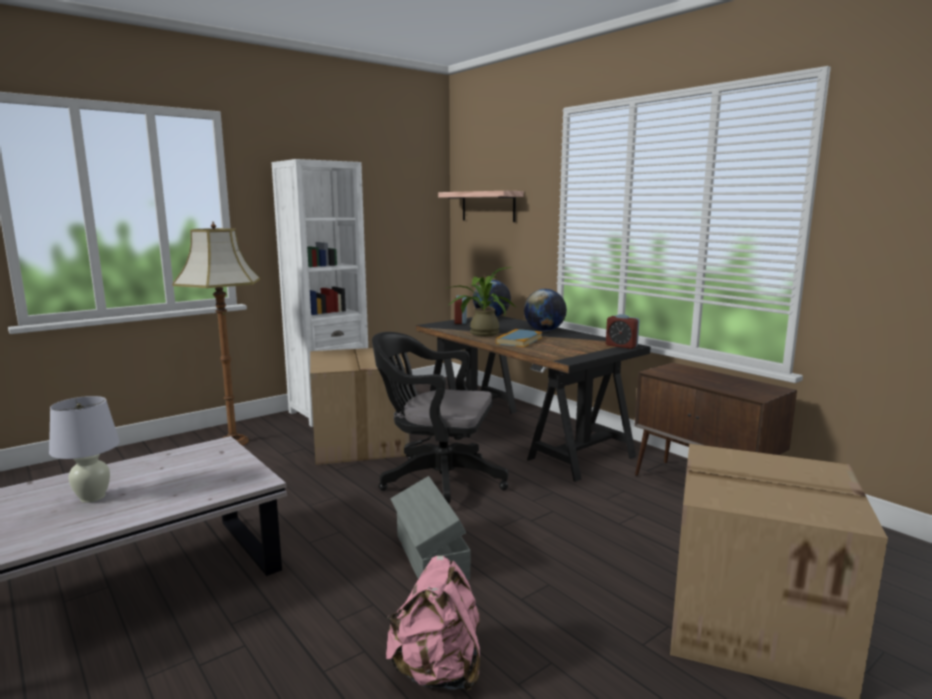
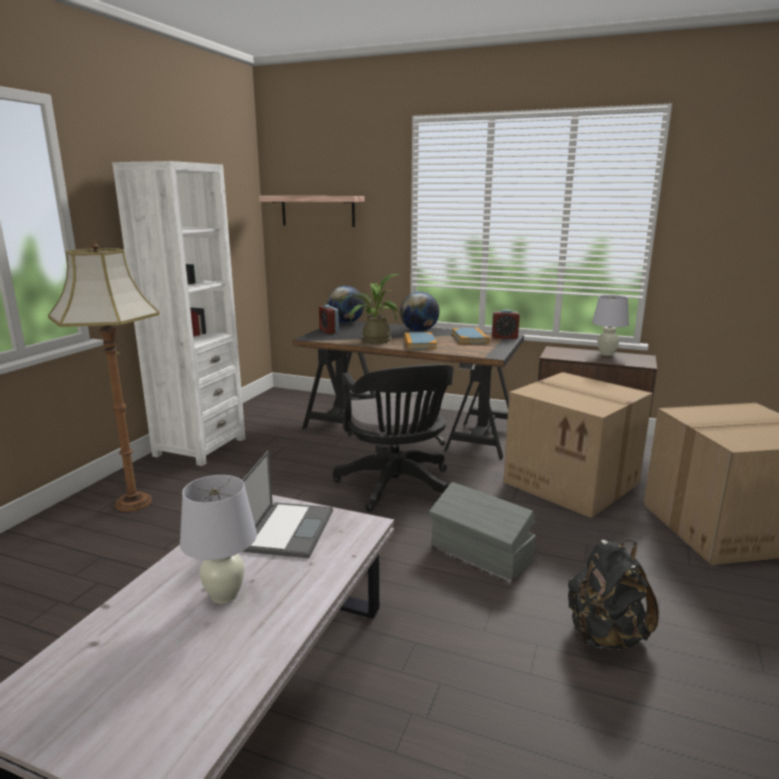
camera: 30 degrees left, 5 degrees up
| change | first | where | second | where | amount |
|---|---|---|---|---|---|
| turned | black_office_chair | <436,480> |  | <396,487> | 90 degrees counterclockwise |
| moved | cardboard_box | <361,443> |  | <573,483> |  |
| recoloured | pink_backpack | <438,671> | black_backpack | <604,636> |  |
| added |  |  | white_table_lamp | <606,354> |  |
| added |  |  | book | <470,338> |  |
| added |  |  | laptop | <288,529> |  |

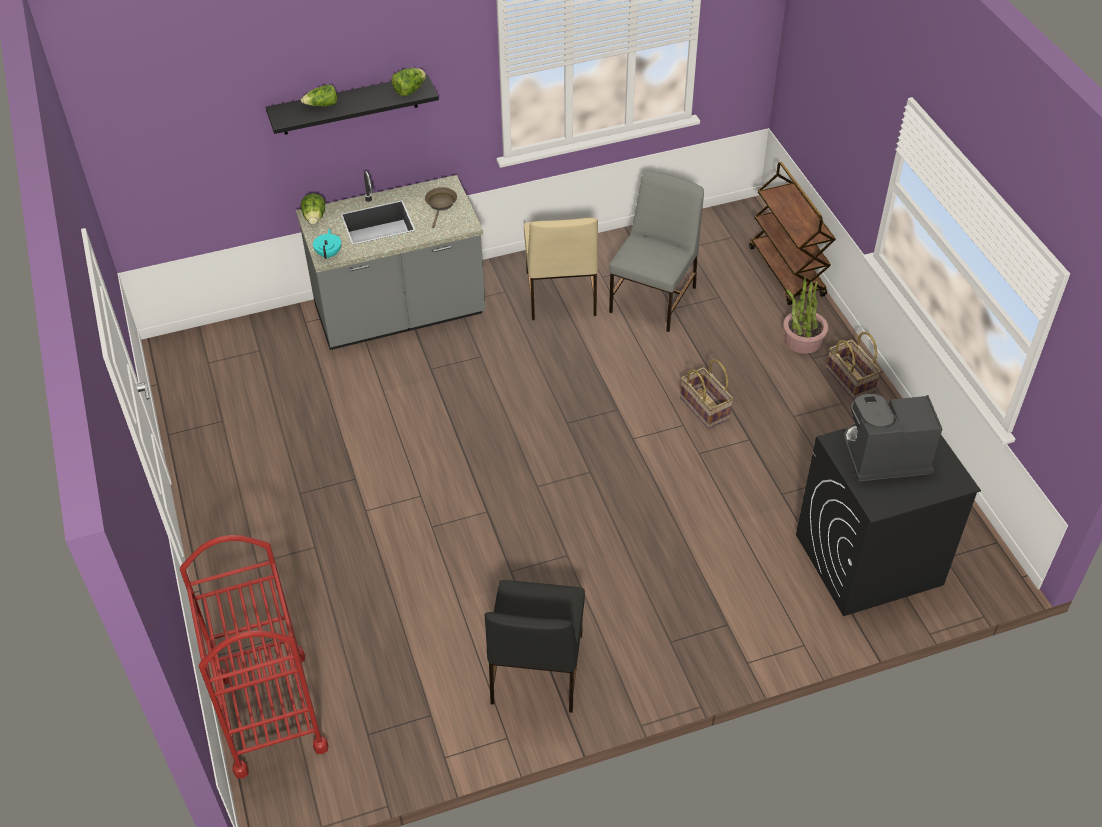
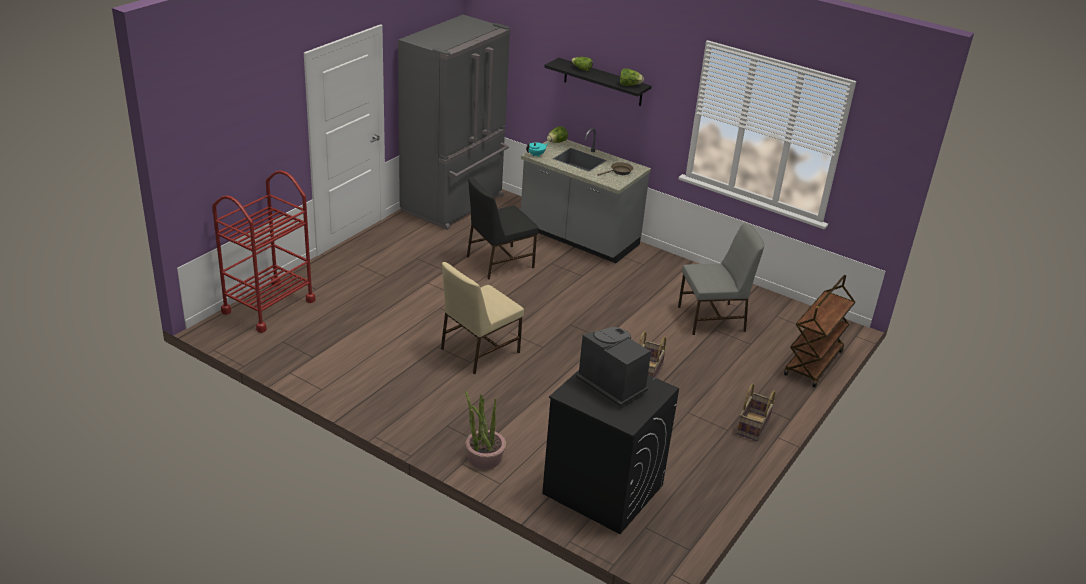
camera: 50 degrees right, 15 degrees down
| change | first | where | second | where | amount |
|---|---|---|---|---|---|
| moved | beige_chair | <560,295> |  | <478,350> |  |
| moved | potted_plant | <802,340> |  | <484,457> |  |
| moved | black_chair | <535,671> |  | <498,262> |  |
| added |  |  | grey_fridge | <454,204> |  |

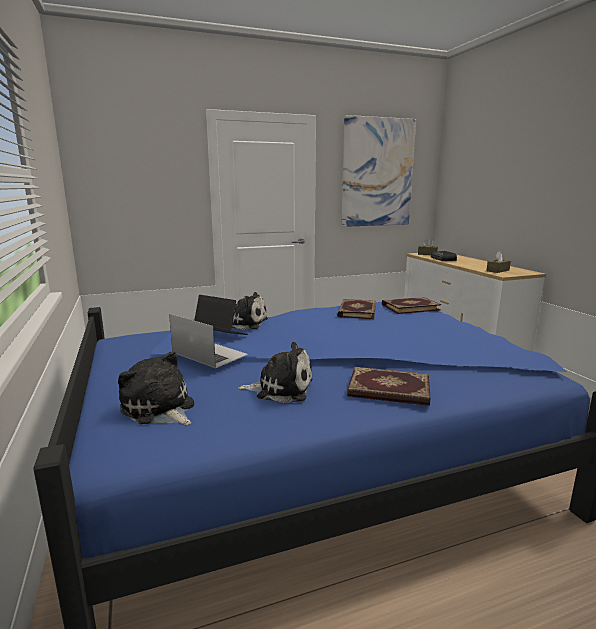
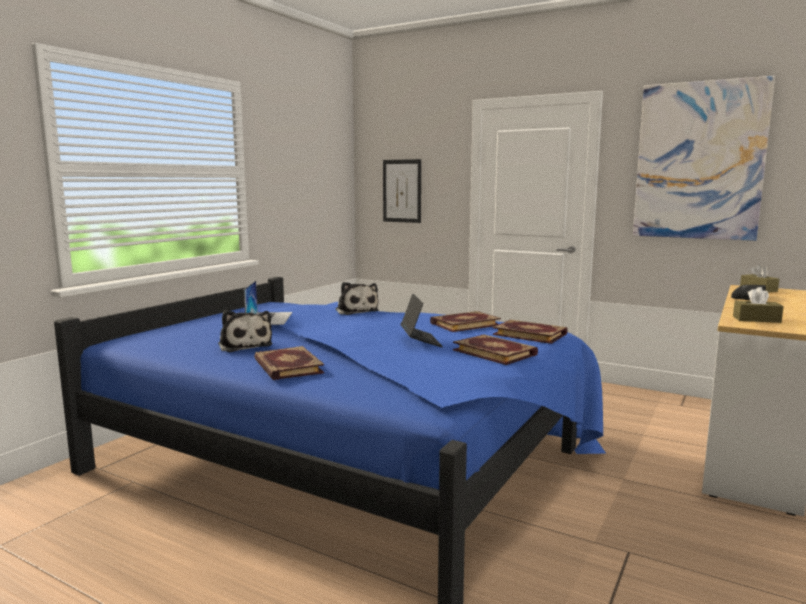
camera: 50 degrees right, 5 degrees down
| change | first | where | second | where | amount |
|---|---|---|---|---|---|
| moved | laptop | <220,335> |  | <420,341> |  |
| removed | plush_toy | <159,409> |  |  |  |
| added |  |  | picture | <402,191> |  |
| added |  |  | book | <495,352> |  |

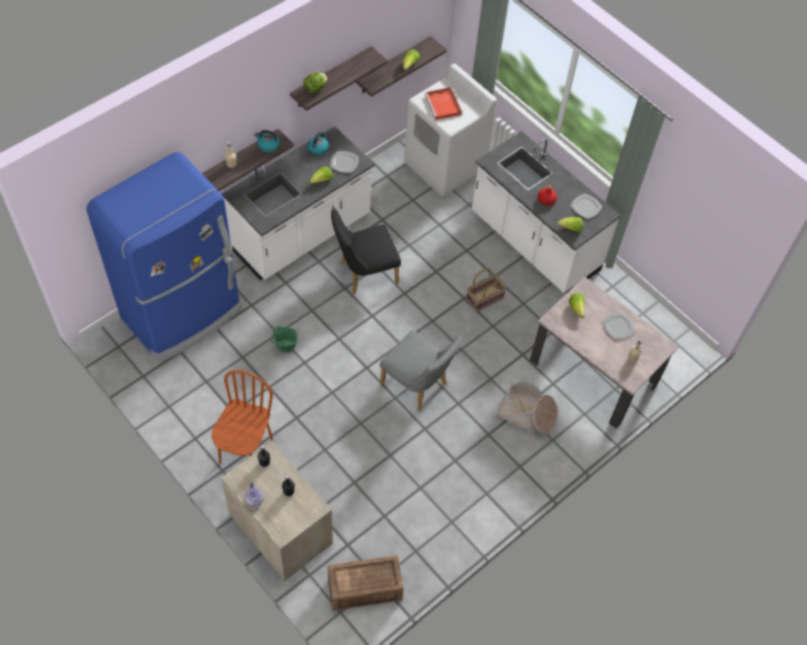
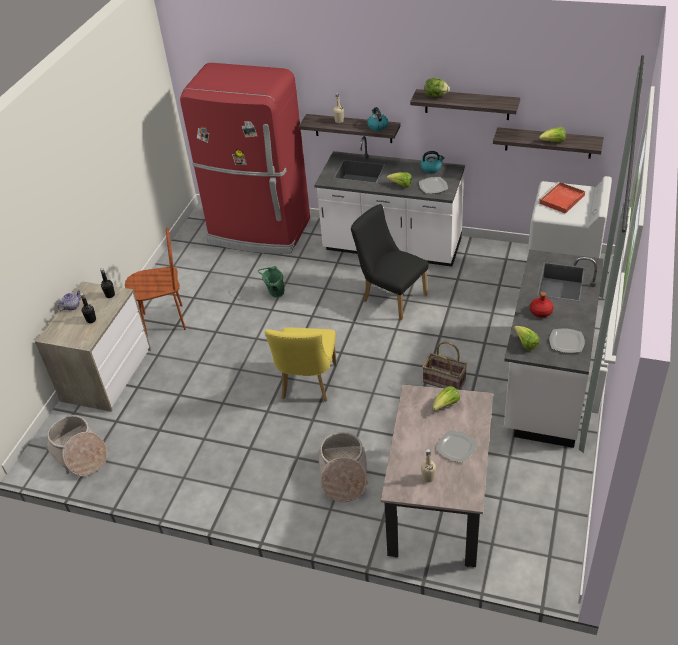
camera: 65 degrees right, 15 degrees down
| change | first | where | second | where | amount |
|---|---|---|---|---|---|
| recoloured | blue_fridge | <183,314> | red_fridge | <259,231> |  |
| recoloured | grey_chair | <417,386> | yellow_chair | <307,385> |  |
| replaced | crate | <366,589> | basket | <79,454> |  |

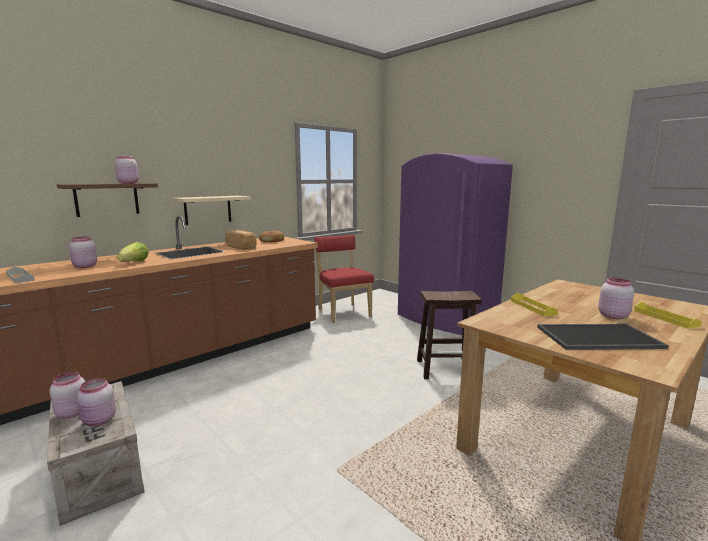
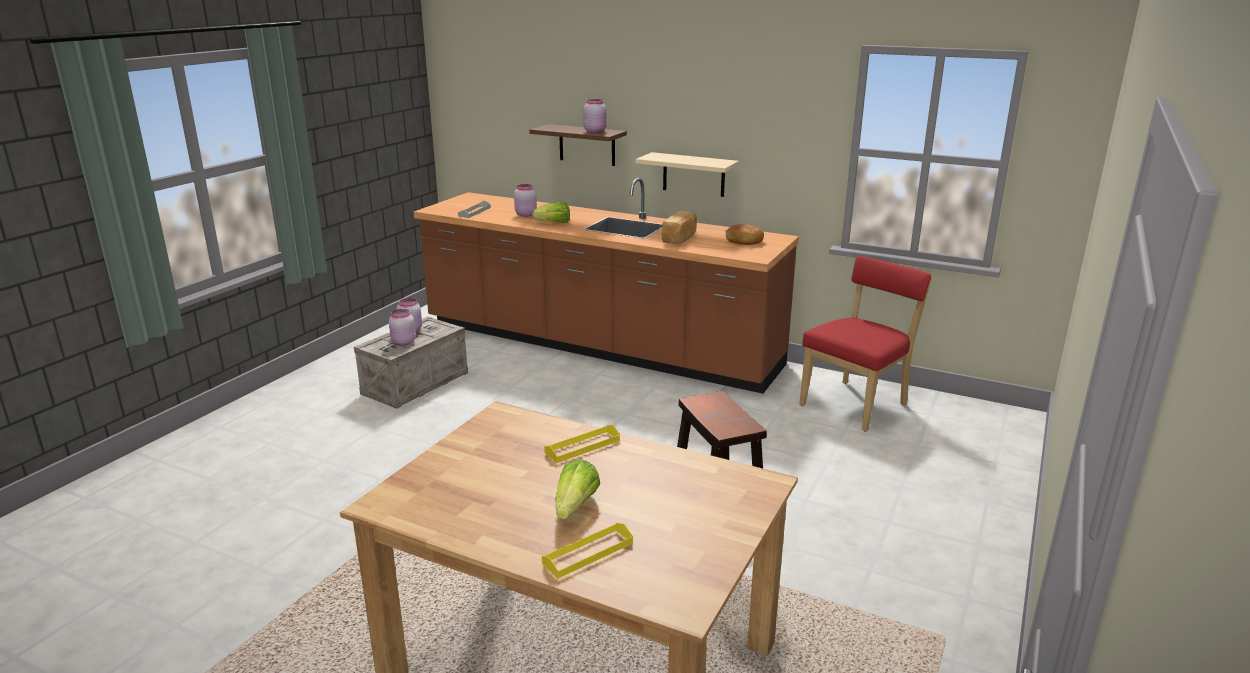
camera: 70 degrees right, 10 degrees up
| change | first | where | second | where | amount |
|---|---|---|---|---|---|
| removed | purple_fridge | <446,319> |  |  |  |
| replaced | pink_jar | <612,316> | lettuce | <575,506> |  |
| removed | tray | <598,338> |  |  |  |

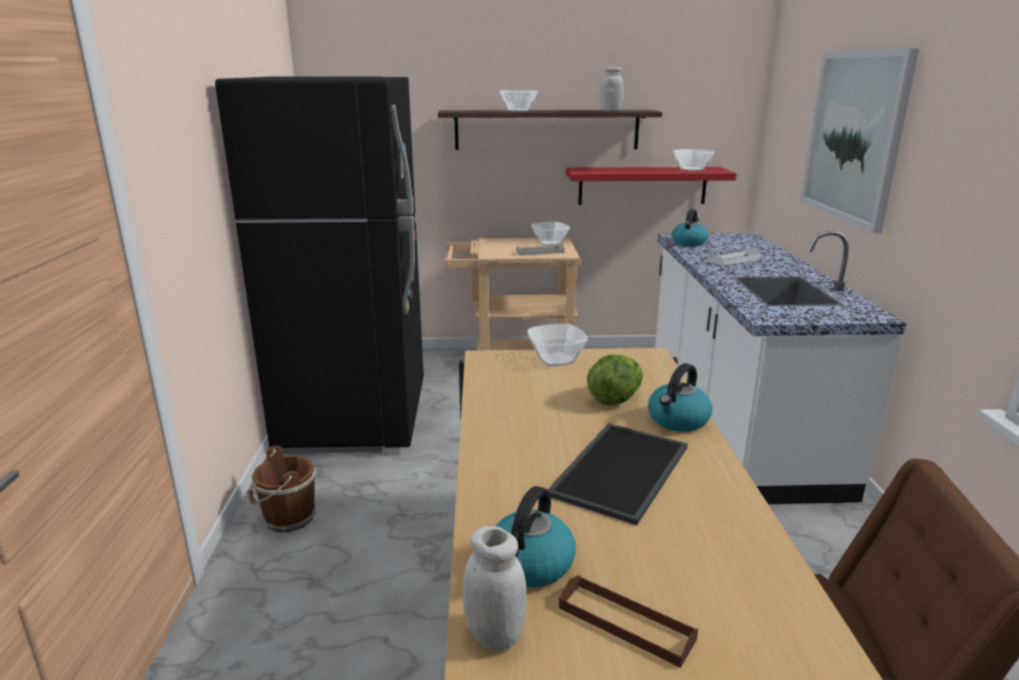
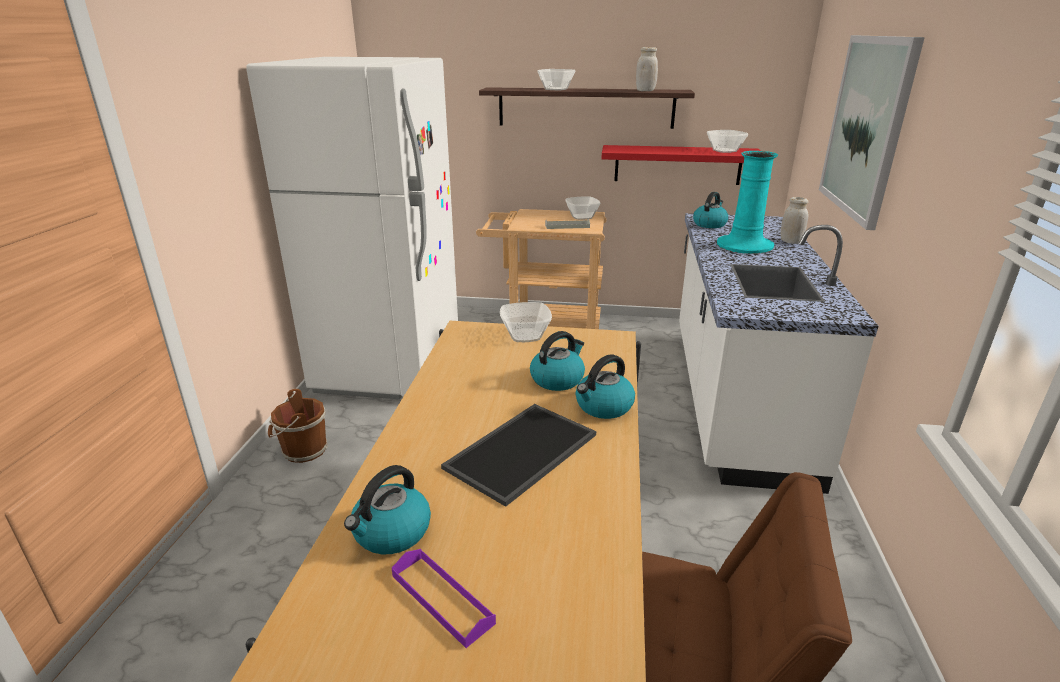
camera: 10 degrees right, 5 degrees up
| change | first | where | second | where | amount |
|---|---|---|---|---|---|
| recoloured | black_fridge | <355,416> | white_fridge | <390,365> |  |
| replaced | white_tray | <735,260> | turquoise_vase | <744,245> |  |
| replaced | lettuce | <615,398> | kettle | <557,379> |  |
| moved | white_jar | <494,635> |  | <790,241> |  |
| recoloured | brown_tray | <625,623> | purple_tray | <442,599> |  |

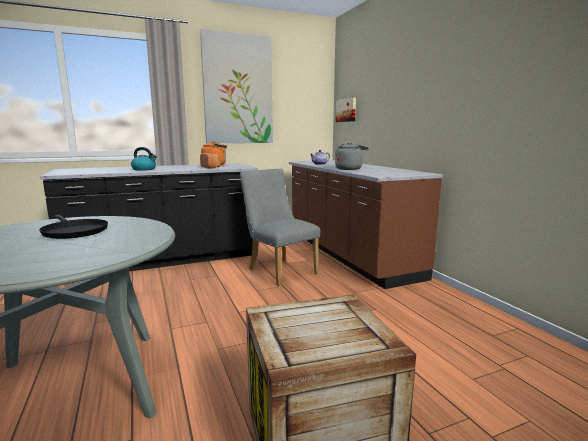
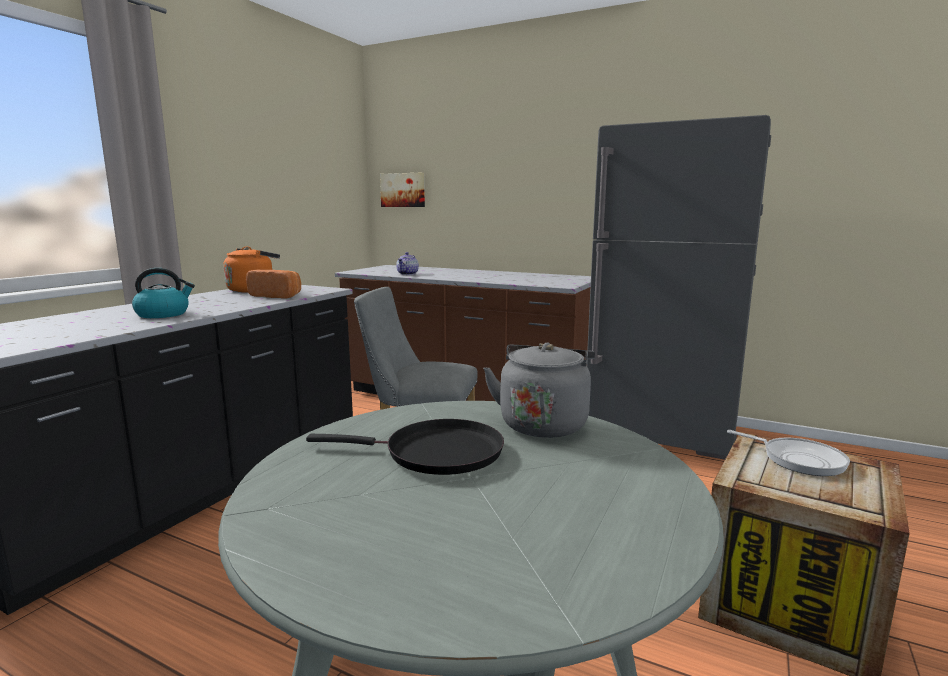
camera: 40 degrees left, 0 degrees up
| change | first | where | second | where | amount |
|---|---|---|---|---|---|
| removed | picture | <238,90> |  |  |  |
| moved | grey_kettle | <349,169> |  | <543,423> |  |
| added |  |  | grey_fridge | <662,435> |  |
| added |  |  | frying_pan | <798,459> |  |

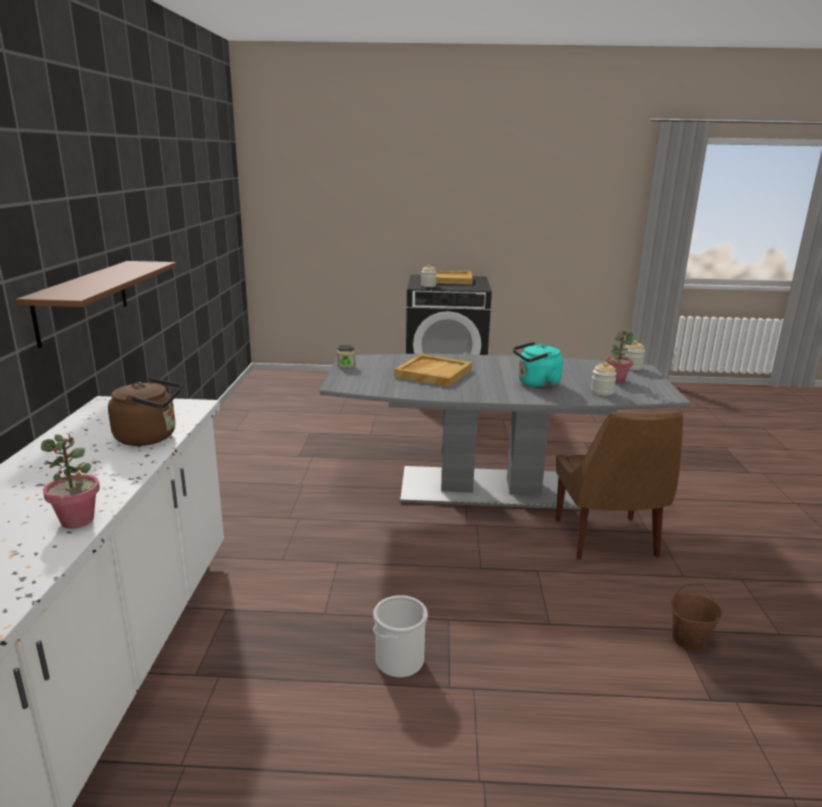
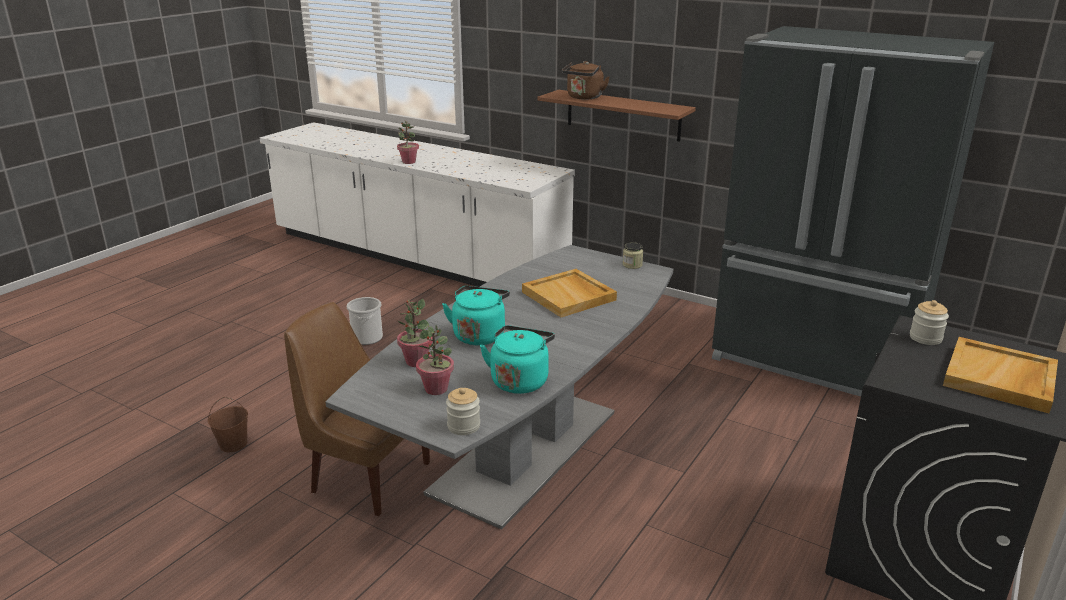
camera: 120 degrees right, 5 degrees up
| change | first | where | second | where | amount |
|---|---|---|---|---|---|
| replaced | jar | <602,392> | potted_plant | <416,361> |  |
| moved | brown_kettle | <150,437> |  | <584,97> |  |
| added |  |  | black_fridge | <814,361> |  |
| added |  |  | turquoise_kettle | <520,380> |  |

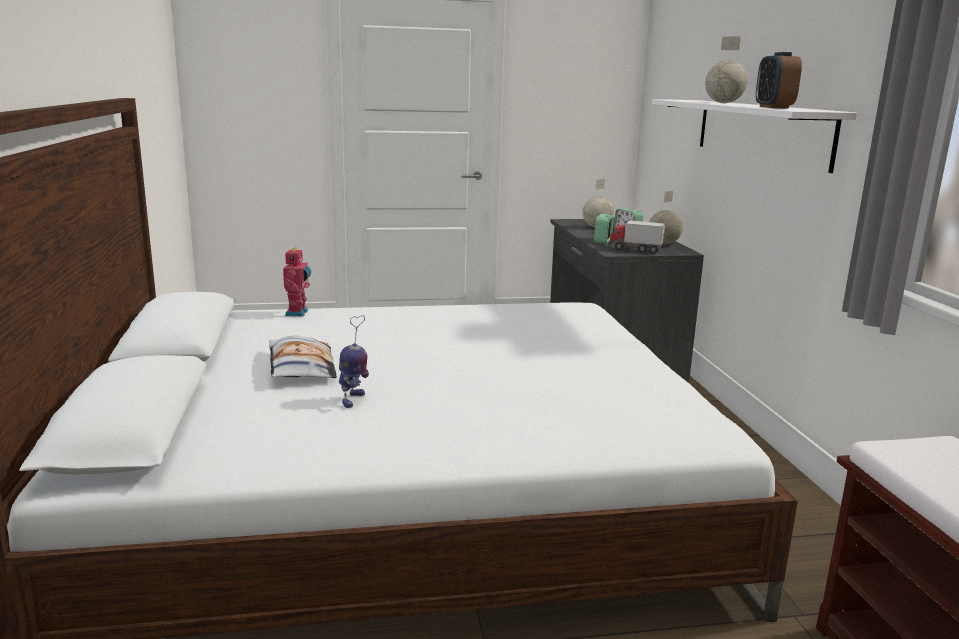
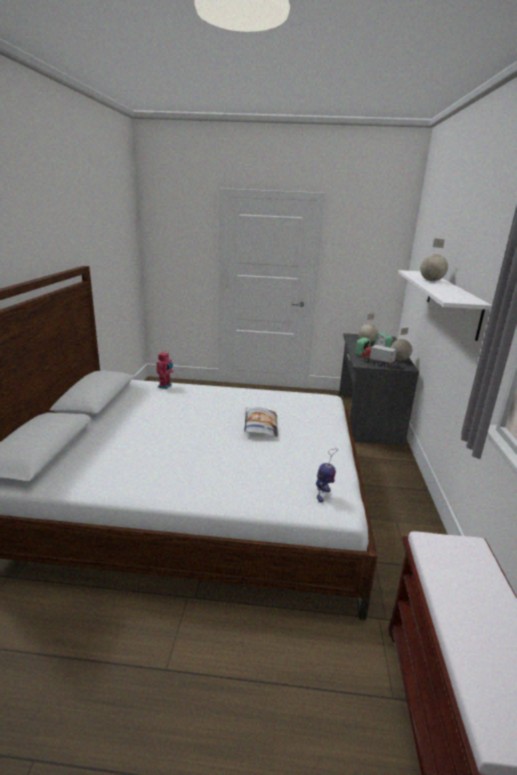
camera: 15 degrees right, 5 degrees up
| change | first | where | second | where | amount |
|---|---|---|---|---|---|
| removed | alarm_clock | <773,107> |  |  |  |
| moved | toy_robot | <353,400> |  | <323,495> |  |
| moved | pillow | <300,367> |  | <260,425> |  |

